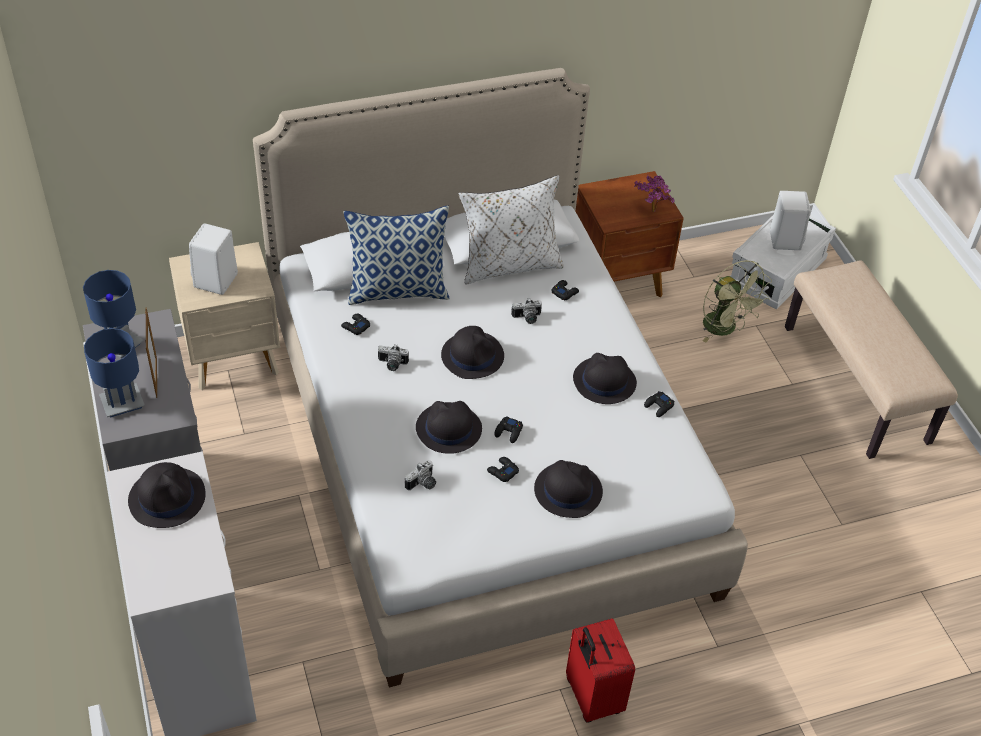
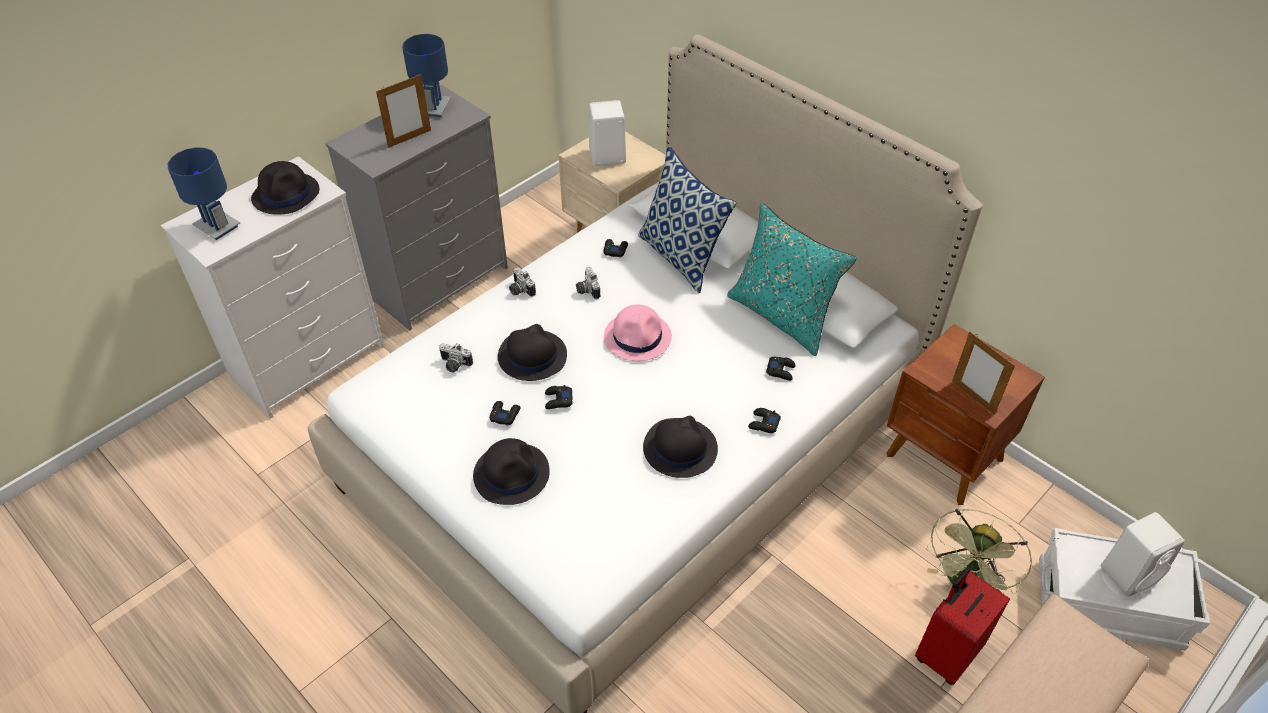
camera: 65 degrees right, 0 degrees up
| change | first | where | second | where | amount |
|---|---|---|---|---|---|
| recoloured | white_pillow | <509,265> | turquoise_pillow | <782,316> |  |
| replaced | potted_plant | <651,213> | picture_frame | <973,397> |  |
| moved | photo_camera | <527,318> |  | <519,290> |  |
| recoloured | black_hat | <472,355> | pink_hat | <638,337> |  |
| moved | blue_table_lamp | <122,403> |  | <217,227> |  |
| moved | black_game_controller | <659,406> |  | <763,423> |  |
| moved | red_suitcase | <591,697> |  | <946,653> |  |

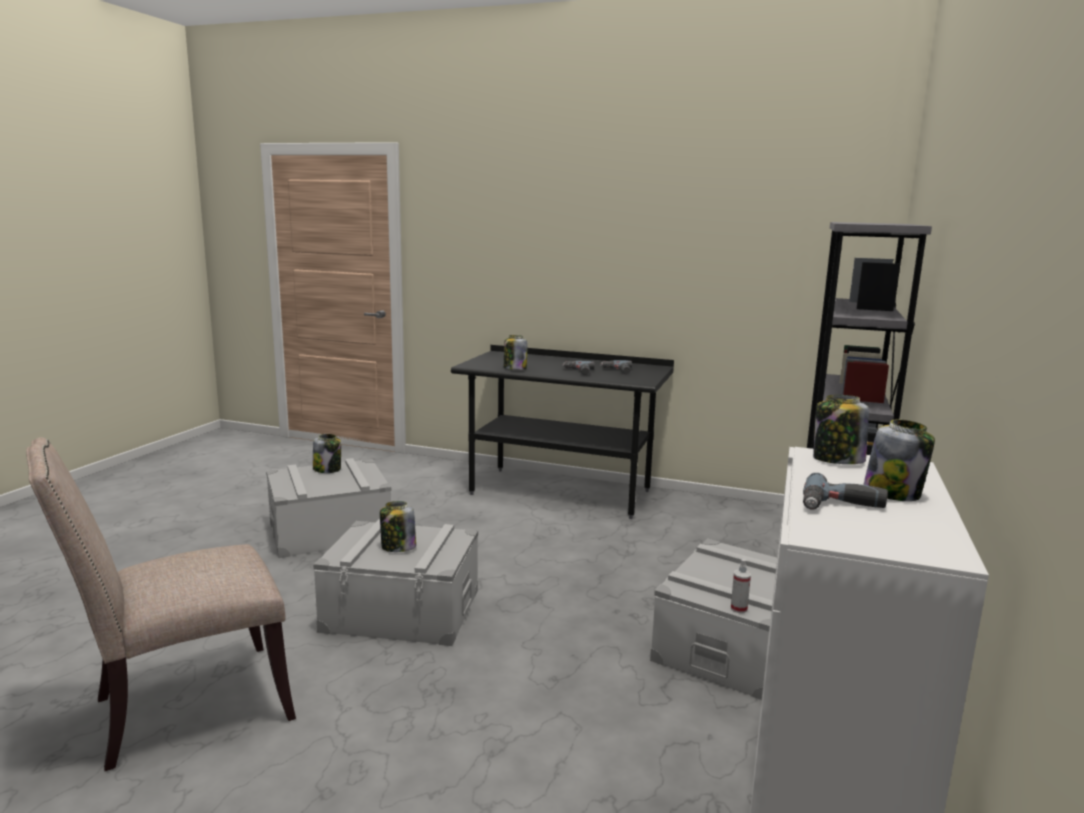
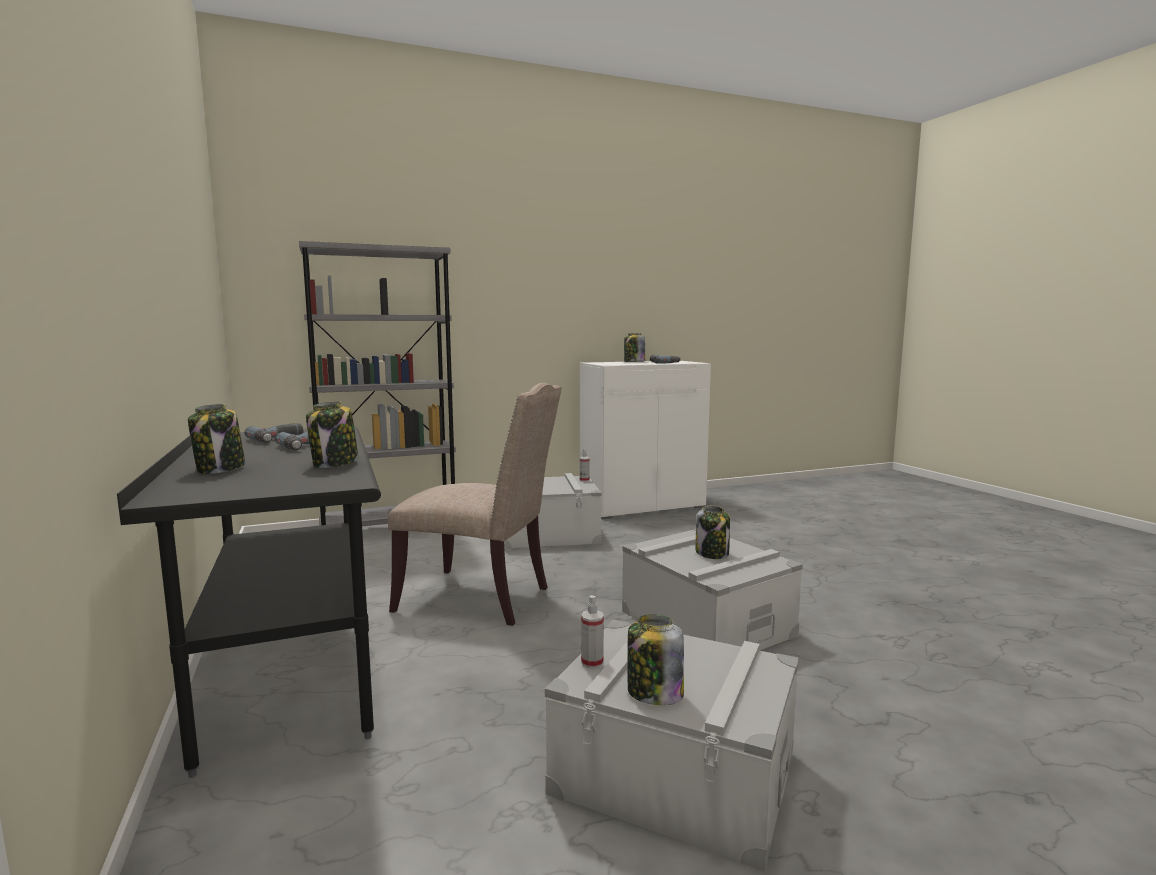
camera: 130 degrees left, 5 degrees down
| change | first | where | second | where | amount |
|---|---|---|---|---|---|
| moved | jar | <837,460> |  | <220,469> |  |
| moved | beige_chair | <183,709> |  | <480,599> |  |
| added |  |  | spray_bottle | <592,663> |  |

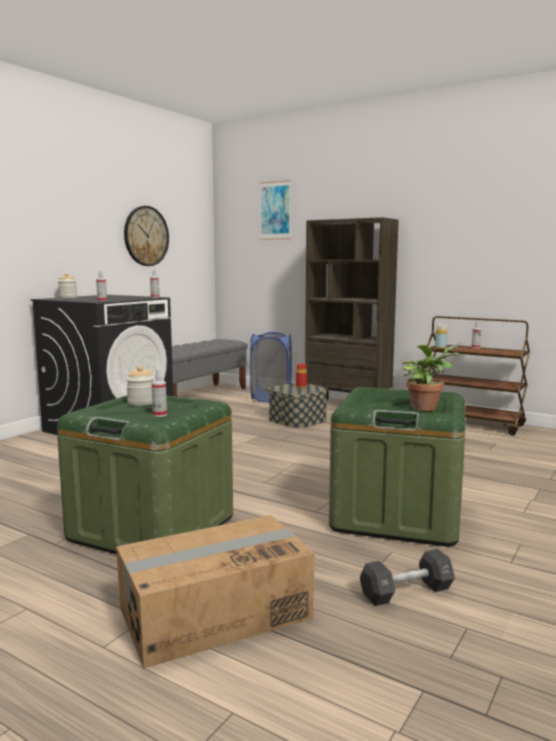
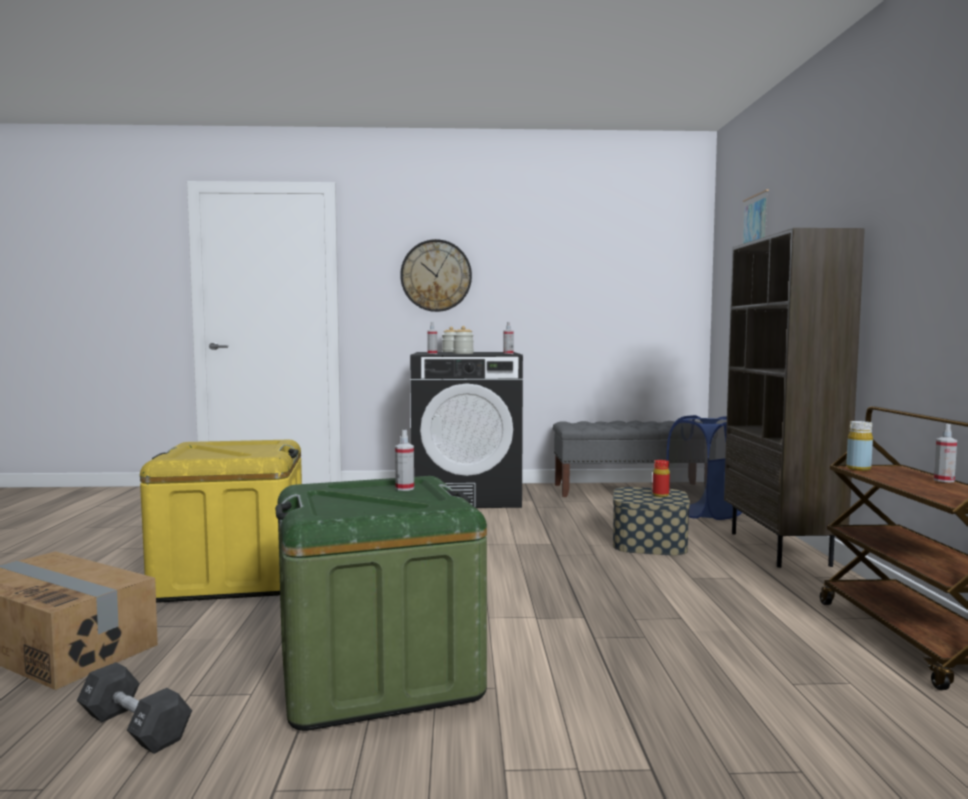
camera: 55 degrees right, 5 degrees down
| change | first | where | second | where | amount |
|---|---|---|---|---|---|
| moved | wall_clock | <146,236> |  | <436,276> |  |
| removed | potted_plant | <425,408> |  |  |  |
| moved | jar | <141,402> |  | <463,353> |  |
| moved | spray_bottle | <159,415> |  | <405,488> |  |
| recoloured | green_storage_box | <152,528> | yellow_storage_box | <232,576> |  |

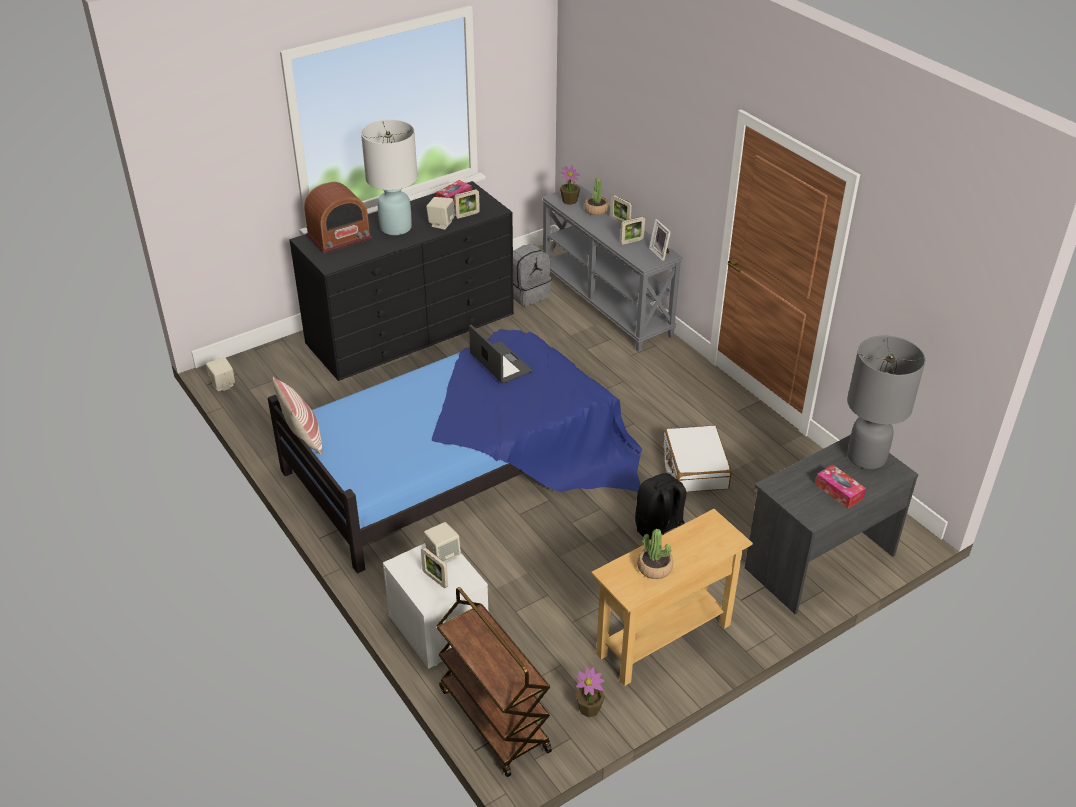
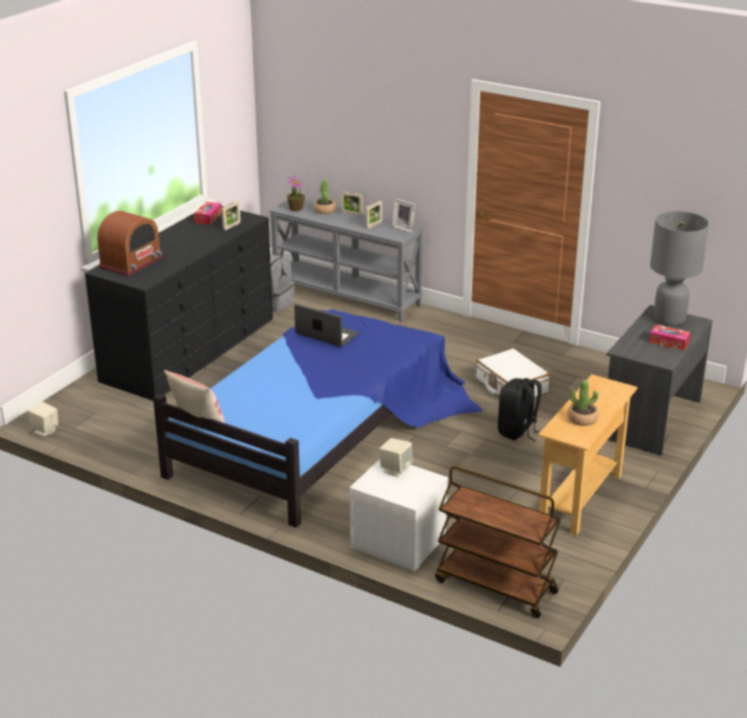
camera: 25 degrees left, 10 degrees down
| change | first | where | second | where | amount |
|---|---|---|---|---|---|
| removed | white_table_lamp | <395,228> |  |  |  |
| removed | beige_speaker | <441,224> |  |  |  |
| removed | picture_frame | <435,579> |  |  |  |
| removed | potted_plant | <589,708> |  |  |  |

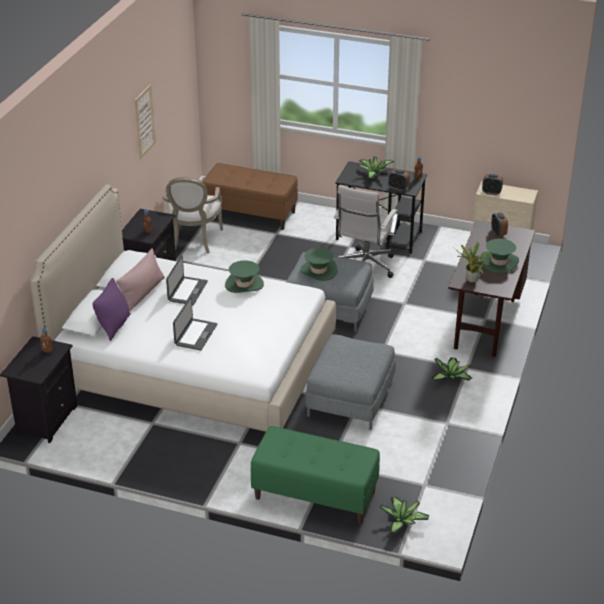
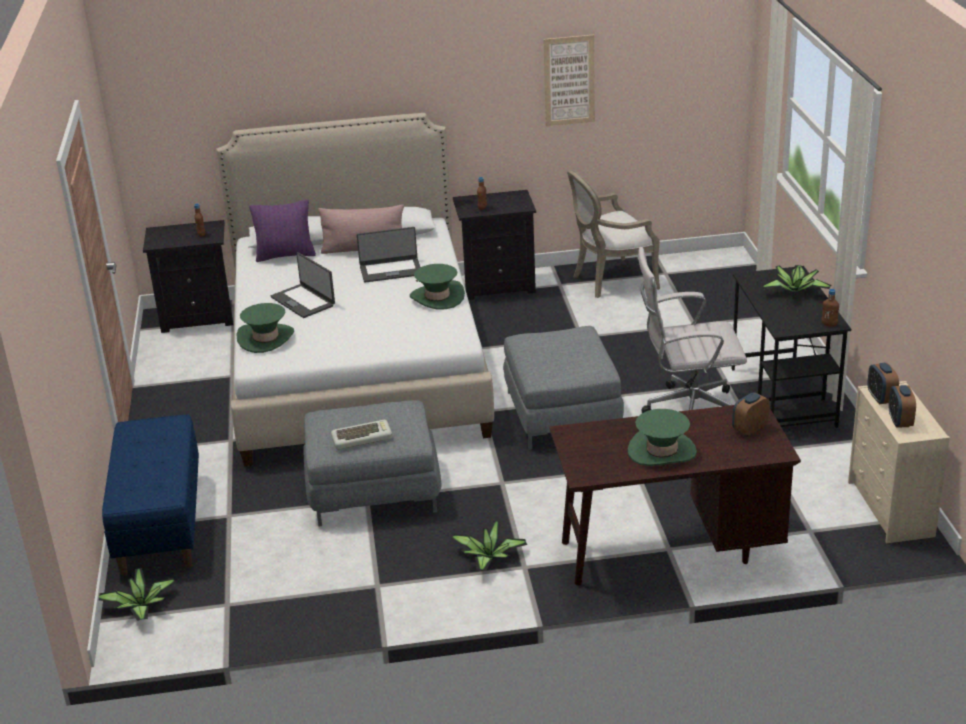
camera: 65 degrees right, 5 degrees down
| change | first | where | second | where | amount |
|---|---|---|---|---|---|
| removed | brown_bench | <251,213> |  |  |  |
| moved | alarm_clock | <398,188> |  | <900,421> |  |
| removed | potted_plant | <471,281> |  |  |  |
| moved | green_hat | <318,271> |  | <266,338> |  |
| turned | laptop | <195,334> |  | <303,301> | 60 degrees clockwise |
| recoloured | green_bench | <314,495> | blue_bench | <160,523> |  |
| added |  |  | keyboard | <362,438> |  |

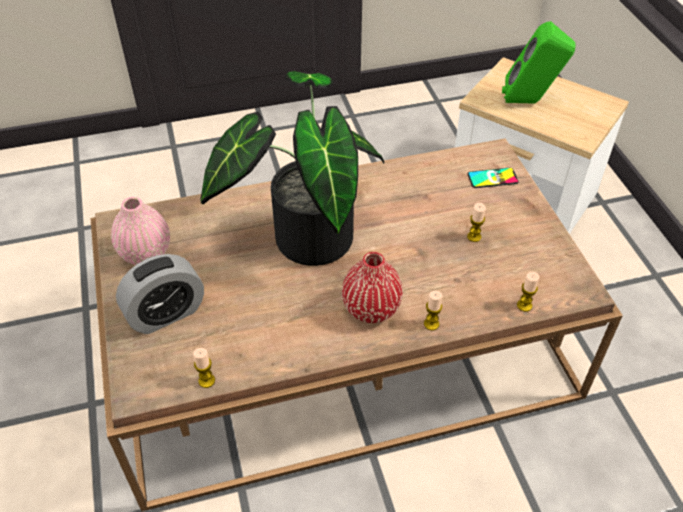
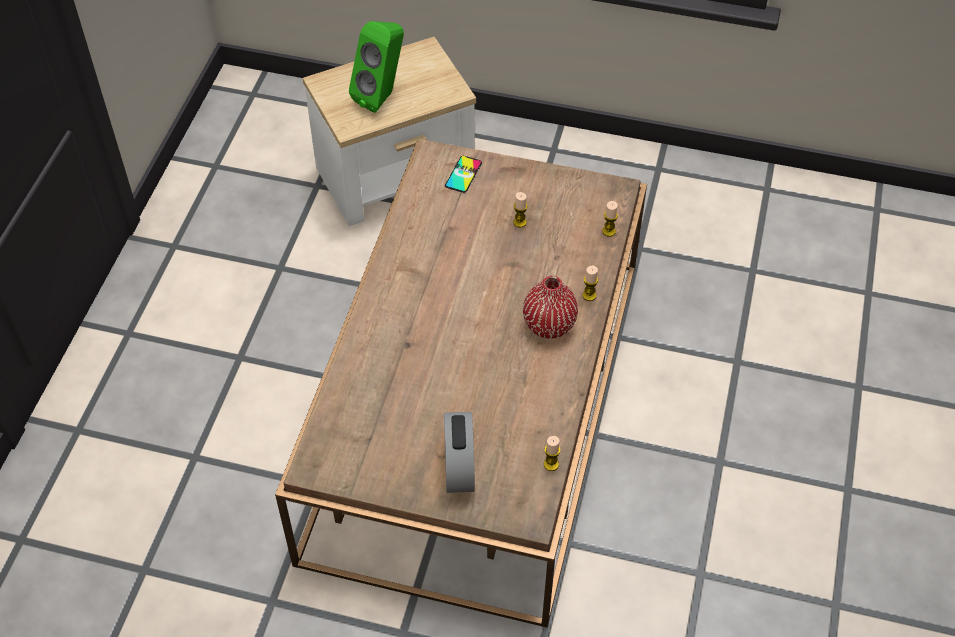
camera: 60 degrees left, 5 degrees up
| change | first | where | second | where | amount |
|---|---|---|---|---|---|
| removed | potted_plant | <304,236> |  |  |  |
| removed | pink_vase | <145,253> |  |  |  |

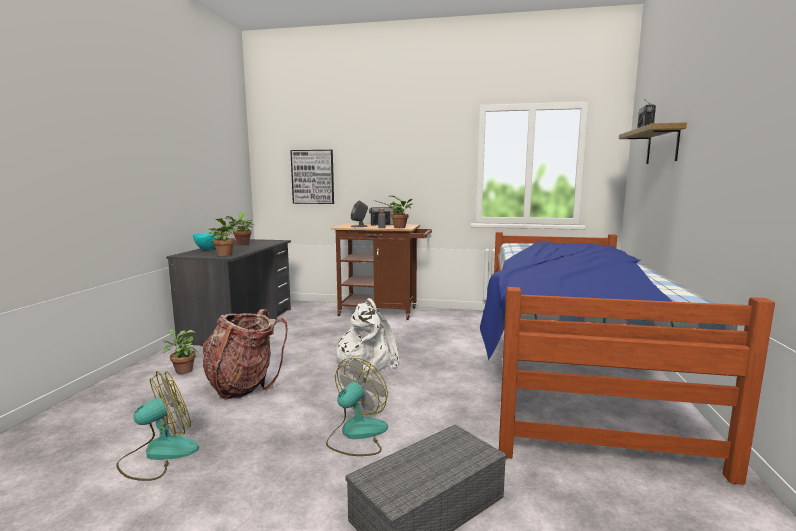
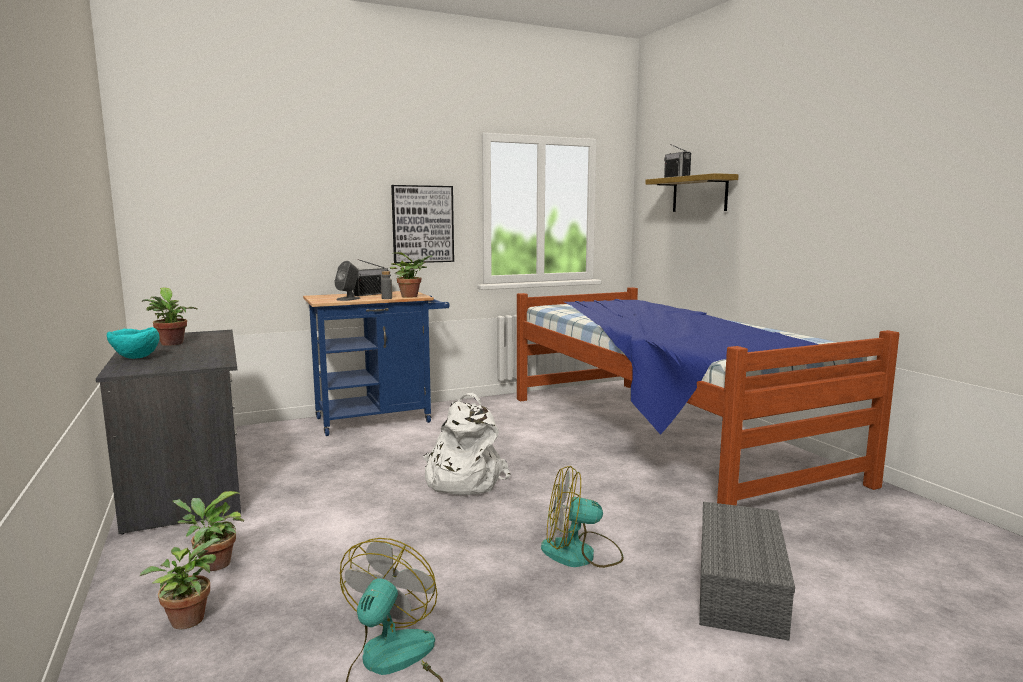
camera: 35 degrees left, 0 degrees up
| change | first | where | second | where | amount |
|---|---|---|---|---|---|
| moved | picture | <313,177> |  | <422,224> |  |
| moved | potted_plant | <226,254> |  | <188,617> |  |
| recoloured | brown_cart | <383,312> | blue_cart | <381,419> |  |
| removed | backpack | <243,385> |  |  |  |
| turned | fan | <356,434> |  | <581,554> | 90 degrees counterclockwise |

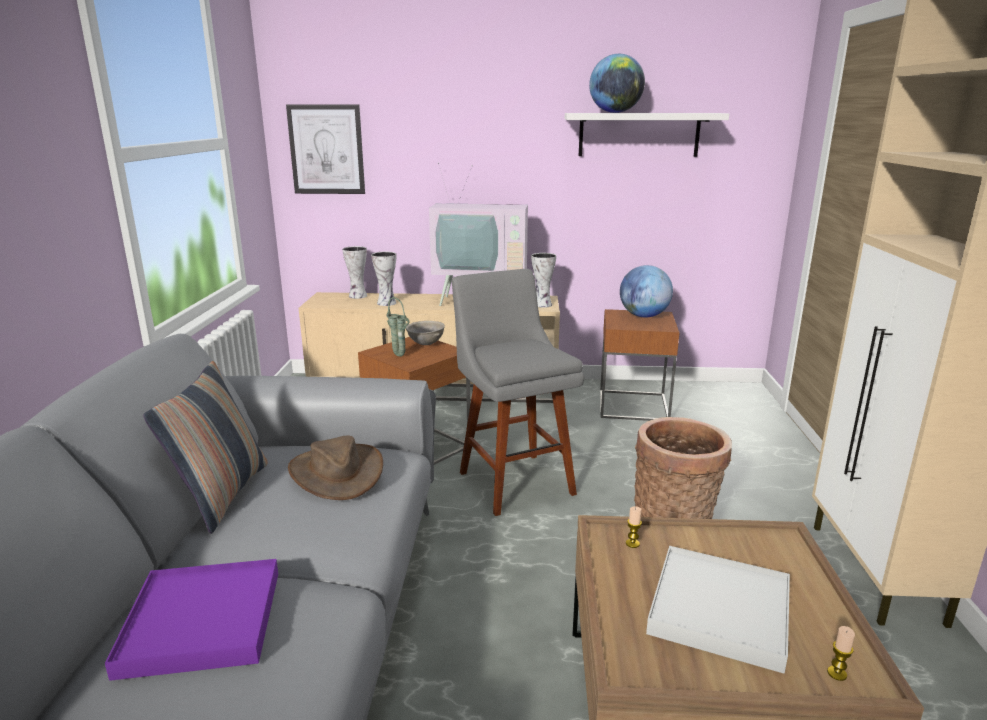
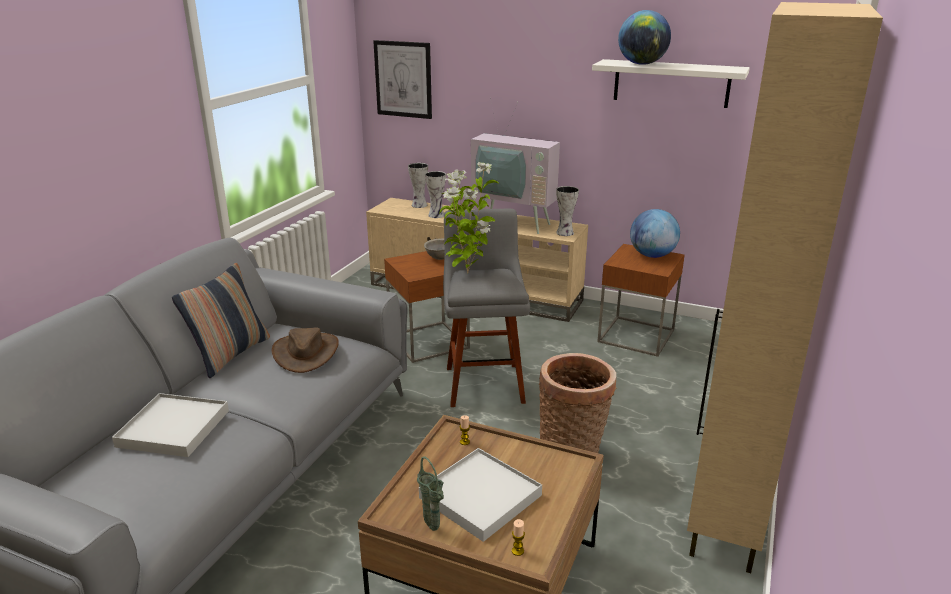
camera: 20 degrees right, 5 degrees up
| change | first | where | second | where | amount |
|---|---|---|---|---|---|
| moved | green_vase | <400,356> |  | <433,530> |  |
| recoloured | purple_tray | <201,622> | white_tray | <173,428> |  |
| added |  |  | potted_plant | <466,272> |  |

